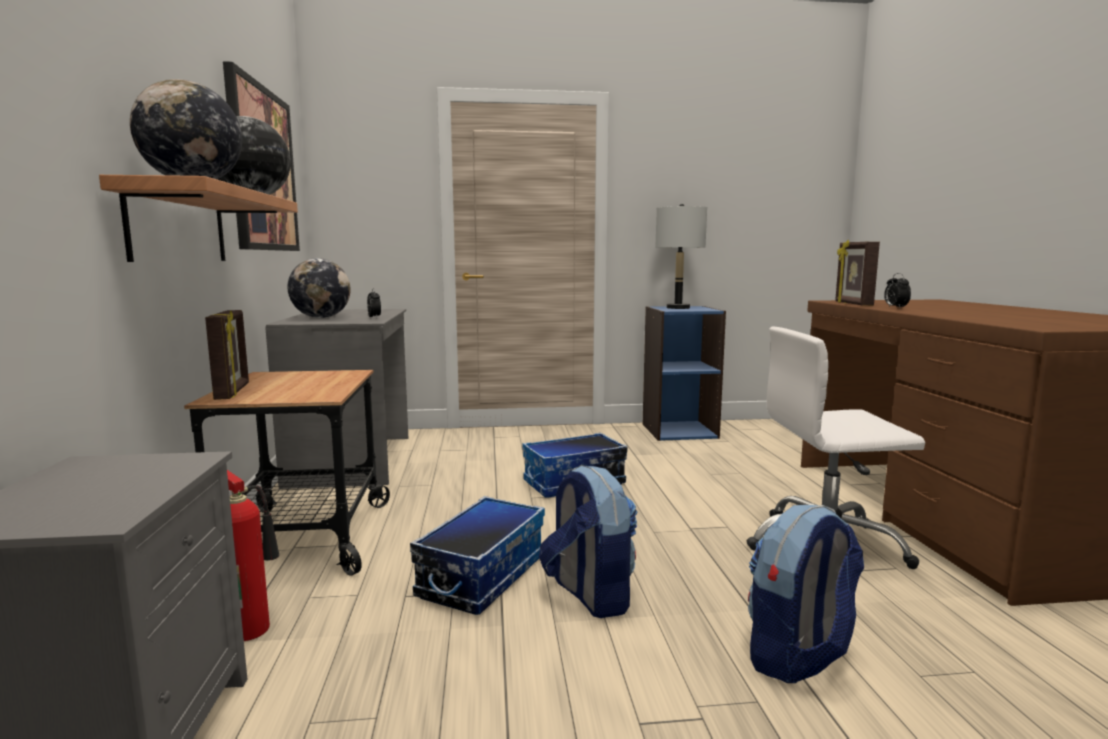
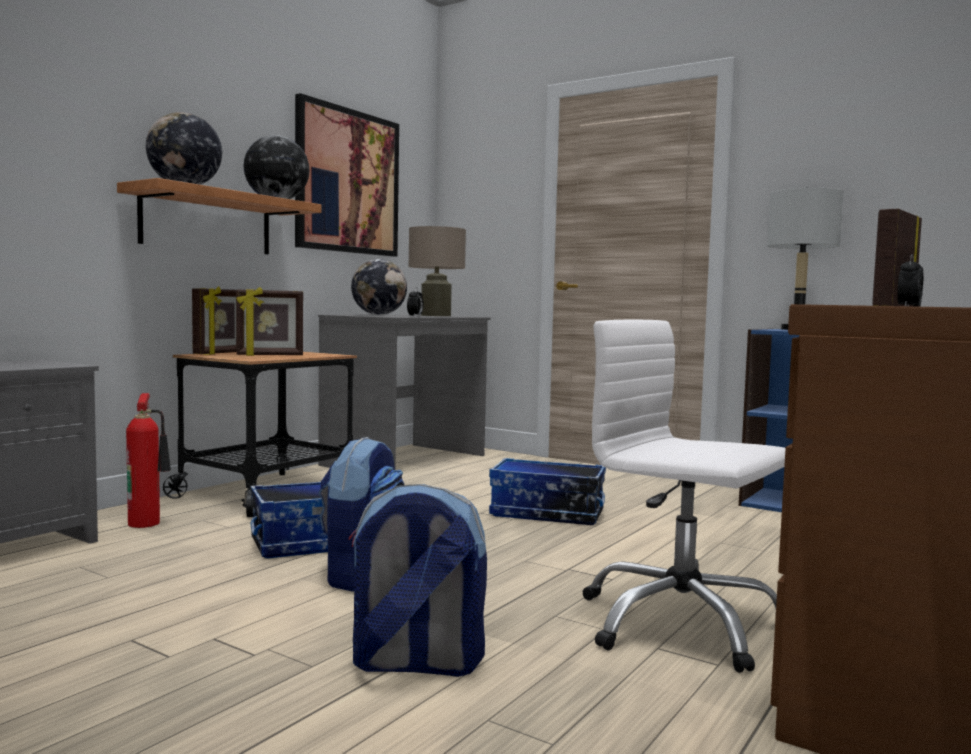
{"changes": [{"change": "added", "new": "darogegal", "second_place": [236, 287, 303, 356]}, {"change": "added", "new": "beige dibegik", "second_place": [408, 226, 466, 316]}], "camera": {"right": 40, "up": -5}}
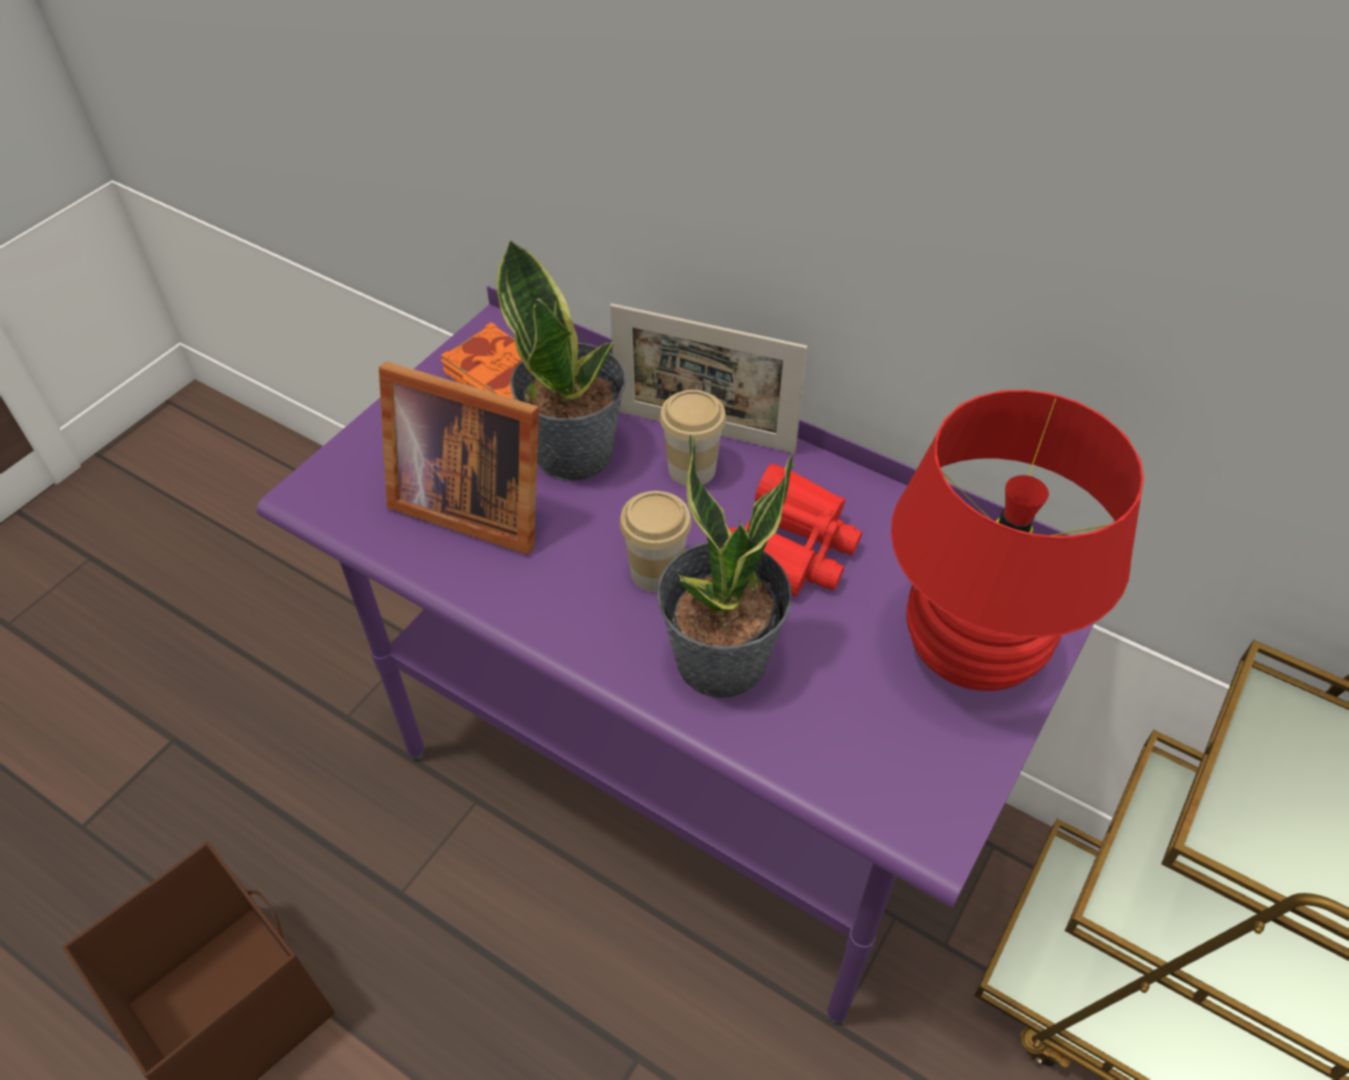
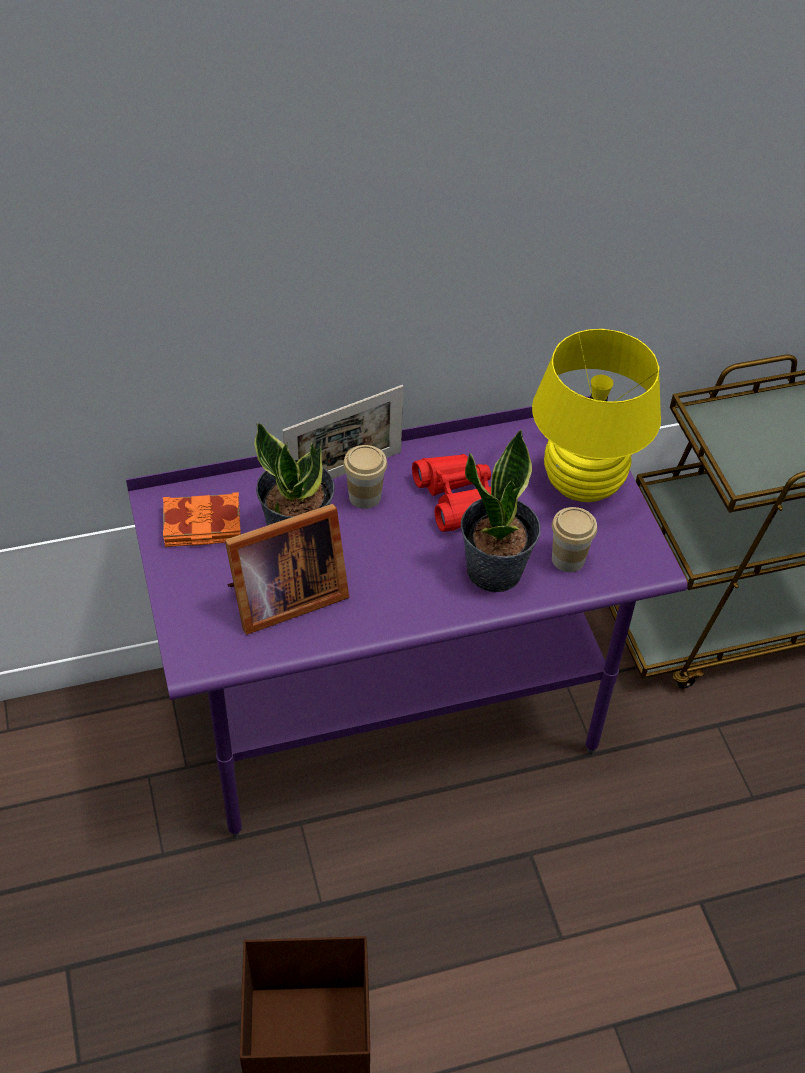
{"changes": [{"change": "moved", "old": "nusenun", "first_place": [619, 491, 692, 593], "second_place": [552, 507, 597, 572]}, {"change": "recoloured", "old": "red dibegik", "new": "yellow dibegik", "first_place": [891, 390, 1144, 691], "second_place": [532, 329, 661, 502]}], "camera": {"right": -50, "up": 0}}
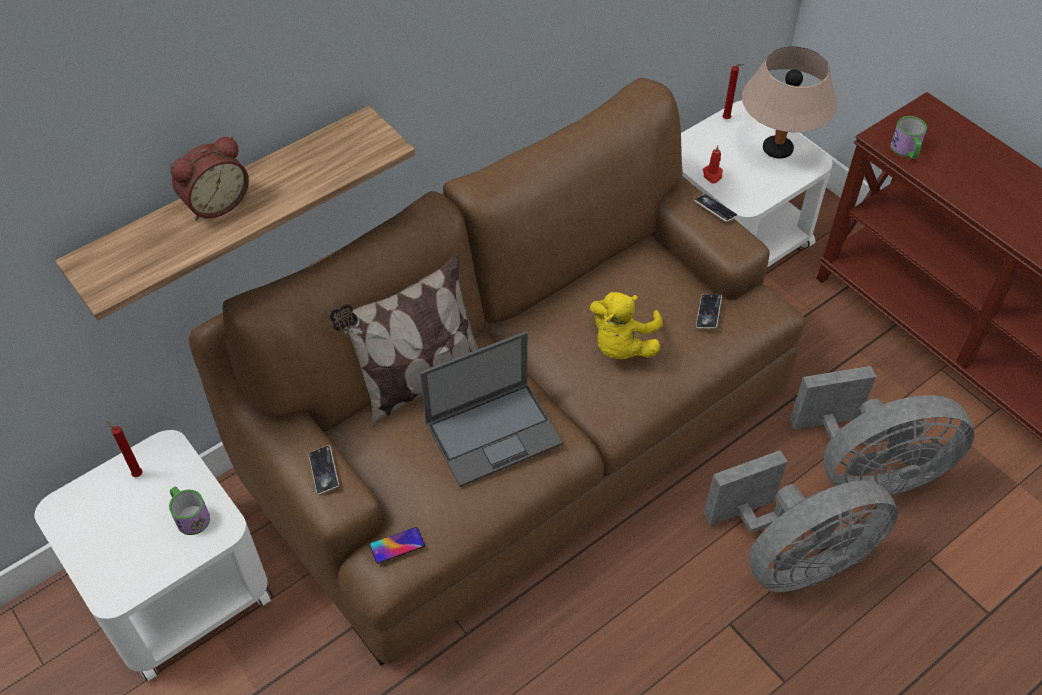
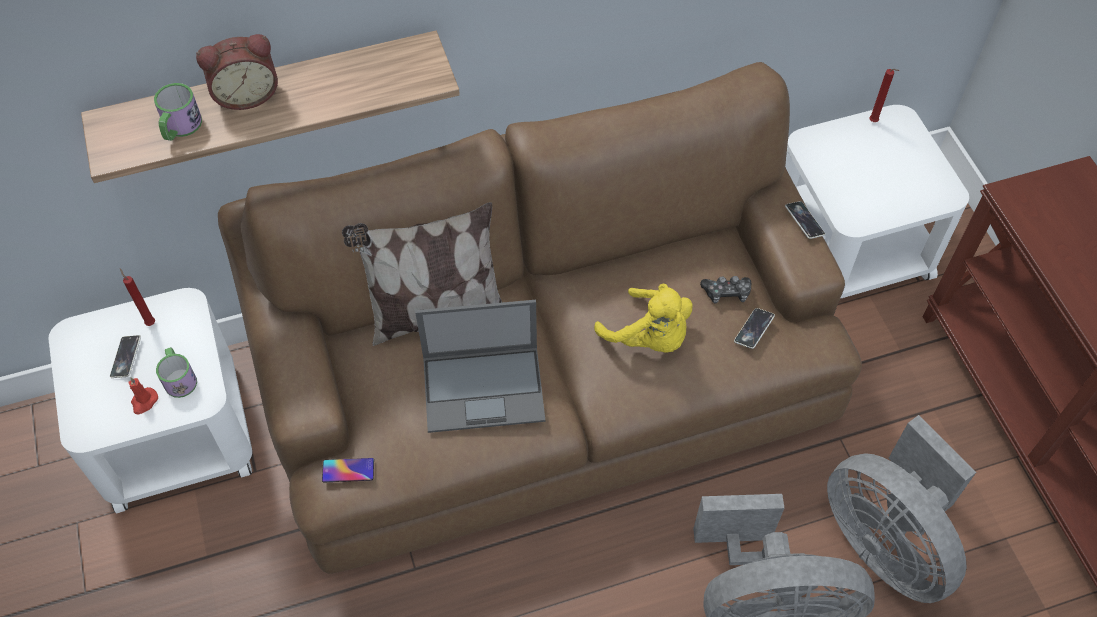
{"changes": [{"change": "removed", "old": "beige dibegik", "first_place": [742, 47, 838, 159]}, {"change": "added", "new": "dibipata", "second_place": [700, 276, 751, 304]}, {"change": "moved", "old": "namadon", "first_place": [309, 445, 339, 495], "second_place": [110, 335, 141, 378]}, {"change": "moved", "old": "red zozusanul", "first_place": [703, 145, 723, 184], "second_place": [129, 377, 158, 414]}, {"change": "moved", "old": "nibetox", "first_place": [890, 116, 927, 159], "second_place": [154, 83, 202, 141]}, {"change": "turned", "old": "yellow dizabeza", "first_place": [590, 292, 663, 359], "second_place": [594, 284, 693, 353], "degrees": -90}, {"change": "turned", "old": "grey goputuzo", "first_place": [790, 366, 974, 495], "second_place": [827, 415, 976, 603], "degrees": 45}], "camera": {"right": 20, "up": 5}}
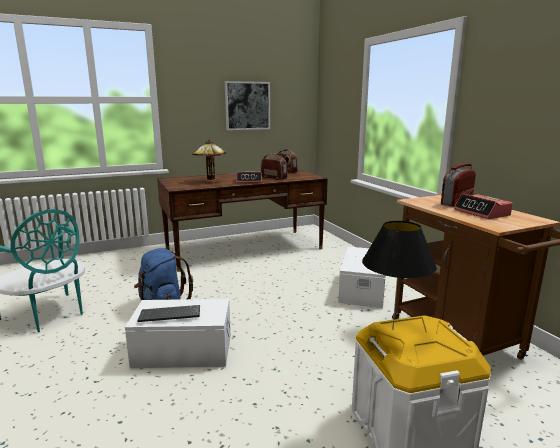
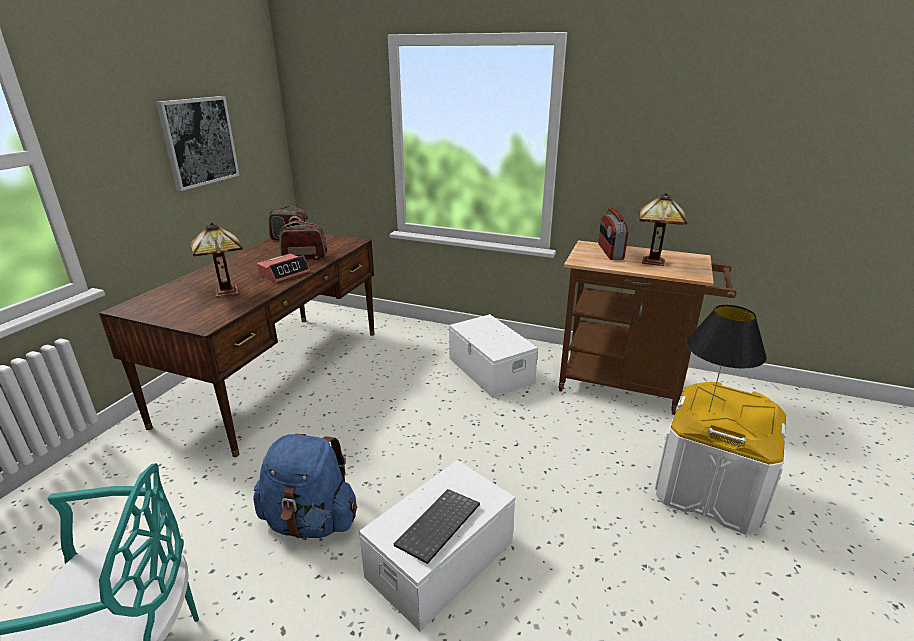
{"changes": [{"change": "replaced", "old": "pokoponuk", "new": "dibegik", "first_place": [454, 194, 513, 219], "second_place": [639, 193, 687, 266]}], "camera": {"right": -45, "up": 10}}
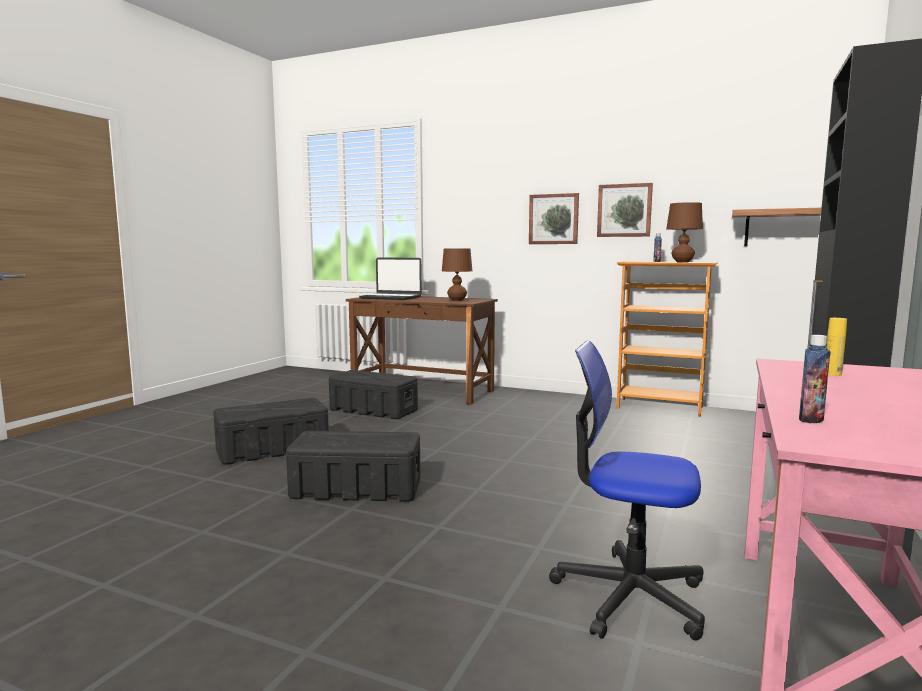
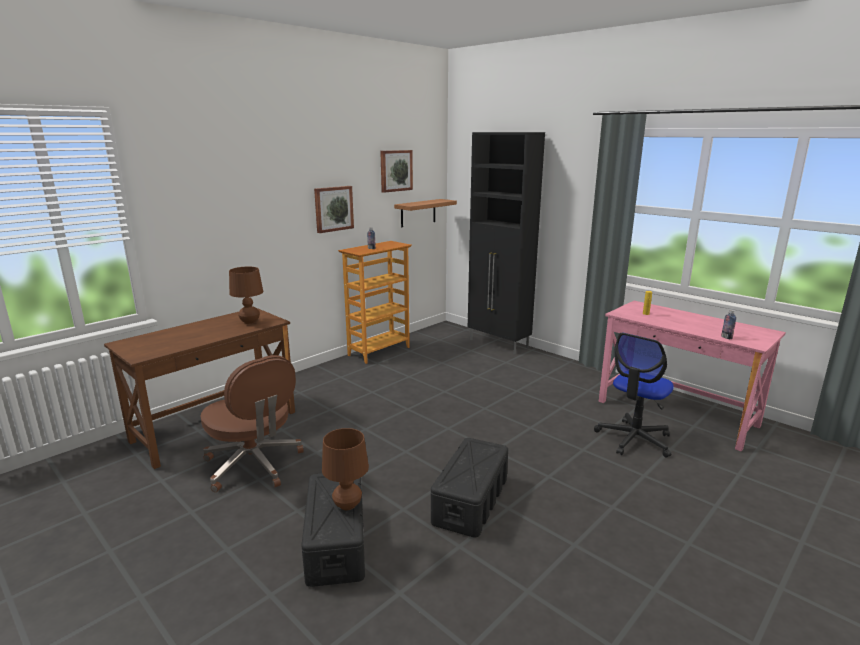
{"changes": [{"change": "removed", "old": "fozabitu", "first_place": [359, 257, 422, 300]}, {"change": "moved", "old": "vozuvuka", "first_place": [529, 193, 579, 244], "second_place": [380, 150, 413, 193]}, {"change": "moved", "old": "brown dibegik", "first_place": [666, 202, 703, 262], "second_place": [322, 428, 369, 510]}, {"change": "replaced", "old": "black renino", "new": "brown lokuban", "first_place": [329, 370, 418, 419], "second_place": [200, 355, 304, 492]}], "camera": {"right": -70, "up": 10}}
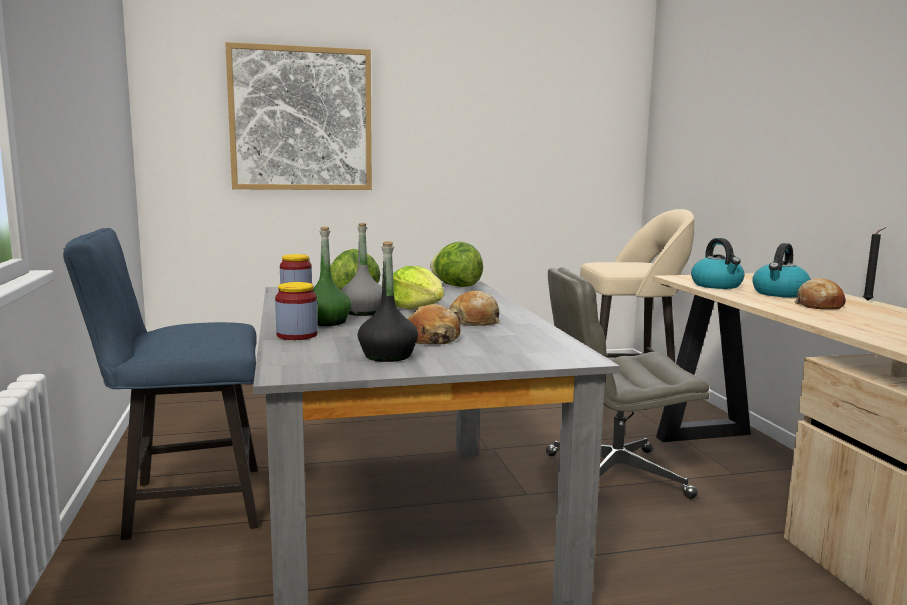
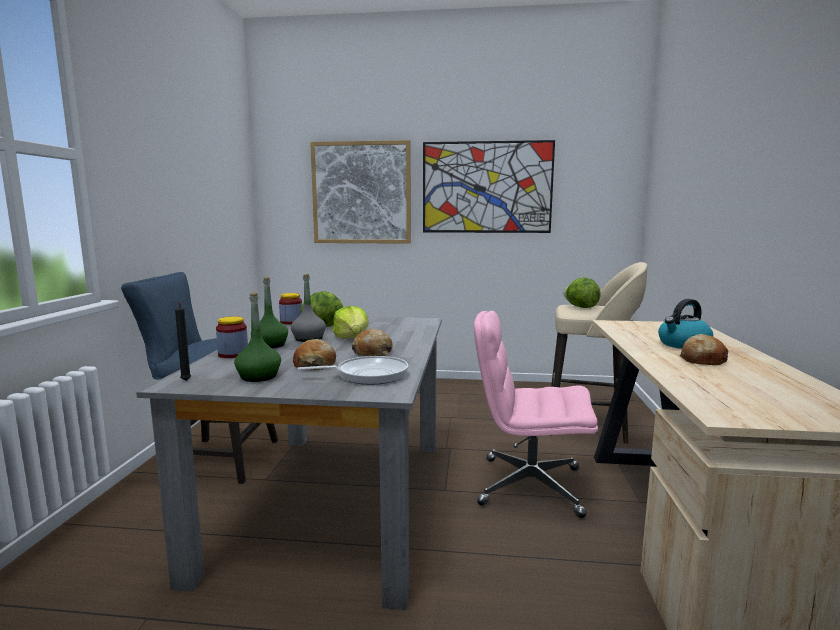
{"changes": [{"change": "removed", "old": "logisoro", "first_place": [691, 238, 745, 289]}, {"change": "added", "new": "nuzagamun", "second_place": [297, 356, 409, 385]}, {"change": "added", "new": "vozuvuka", "second_place": [423, 140, 555, 233]}, {"change": "moved", "old": "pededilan", "first_place": [430, 242, 483, 287], "second_place": [564, 277, 601, 308]}, {"change": "moved", "old": "black zozusanul", "first_place": [863, 227, 886, 301], "second_place": [175, 302, 191, 381]}, {"change": "recoloured", "old": "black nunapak", "new": "green nunapak", "first_place": [358, 241, 418, 362], "second_place": [234, 292, 281, 382]}, {"change": "recoloured", "old": "grey lokuban", "new": "pink lokuban", "first_place": [546, 267, 710, 499], "second_place": [474, 311, 598, 518]}], "camera": {"right": 20, "up": 0}}
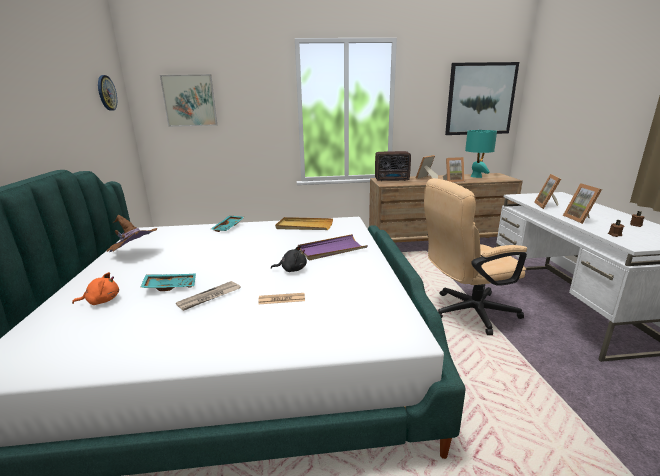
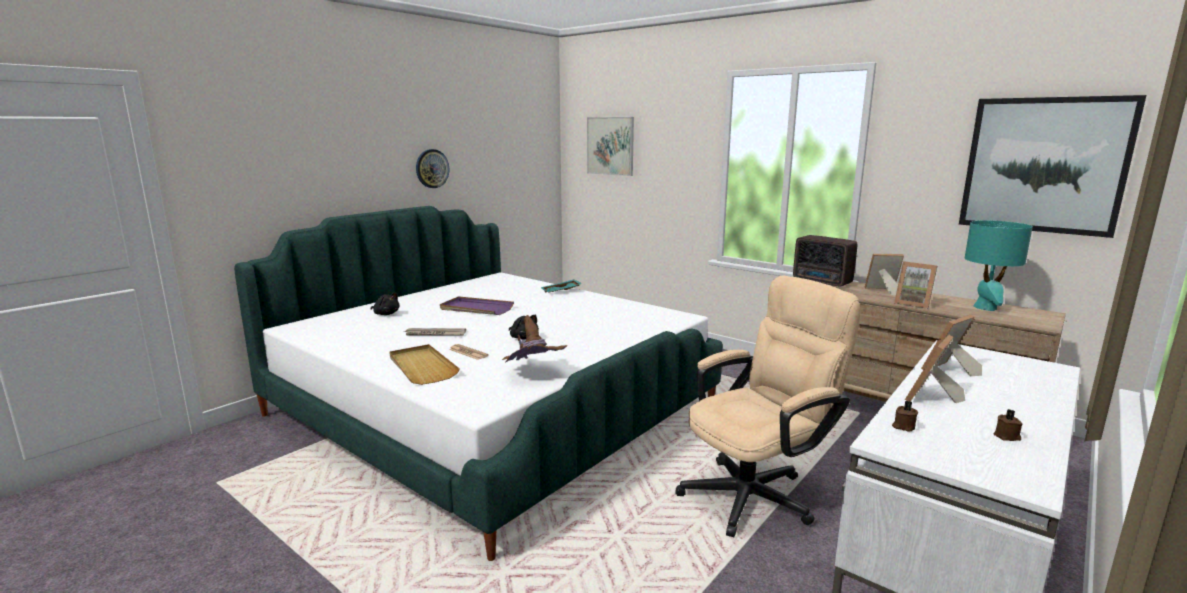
{"changes": [{"change": "removed", "old": "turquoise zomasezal", "first_place": [140, 274, 196, 291]}, {"change": "moved", "old": "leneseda", "first_place": [98, 75, 117, 111], "second_place": [416, 149, 449, 188]}, {"change": "moved", "old": "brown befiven", "first_place": [107, 215, 157, 252], "second_place": [502, 315, 568, 363]}, {"change": "moved", "old": "beige zomasezal", "first_place": [275, 217, 333, 230], "second_place": [390, 344, 460, 385]}, {"change": "moved", "old": "purple zomasezal", "first_place": [298, 234, 368, 261], "second_place": [440, 296, 514, 315]}, {"change": "recoloured", "old": "orange dizabeza", "new": "black dizabeza", "first_place": [72, 272, 119, 305], "second_place": [371, 292, 400, 315]}, {"change": "turned", "old": "beige lokuban", "first_place": [424, 178, 527, 335], "second_place": [676, 276, 860, 537], "degrees": 120}], "camera": {"right": 45, "up": -5}}
